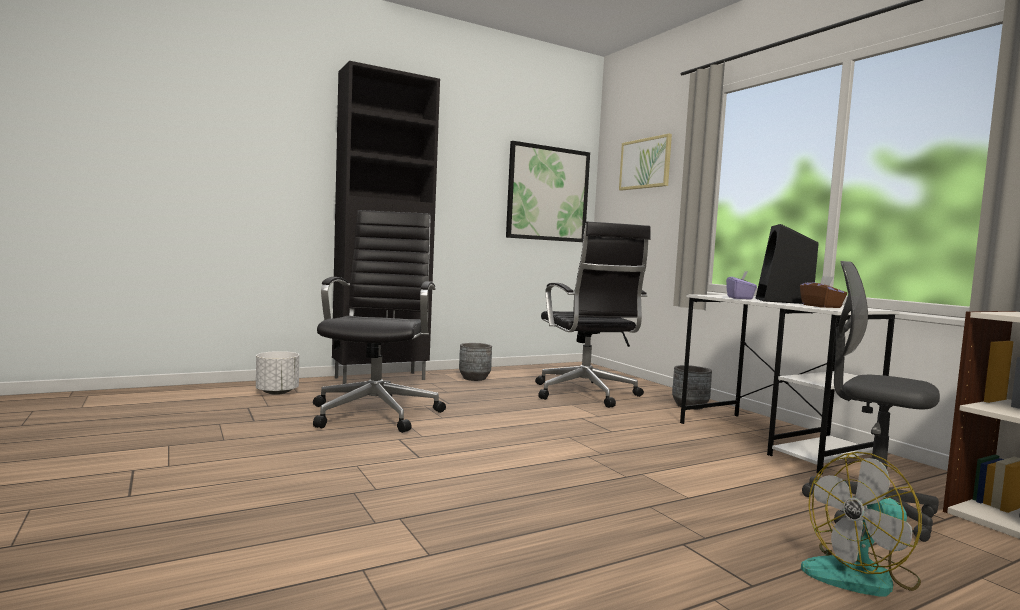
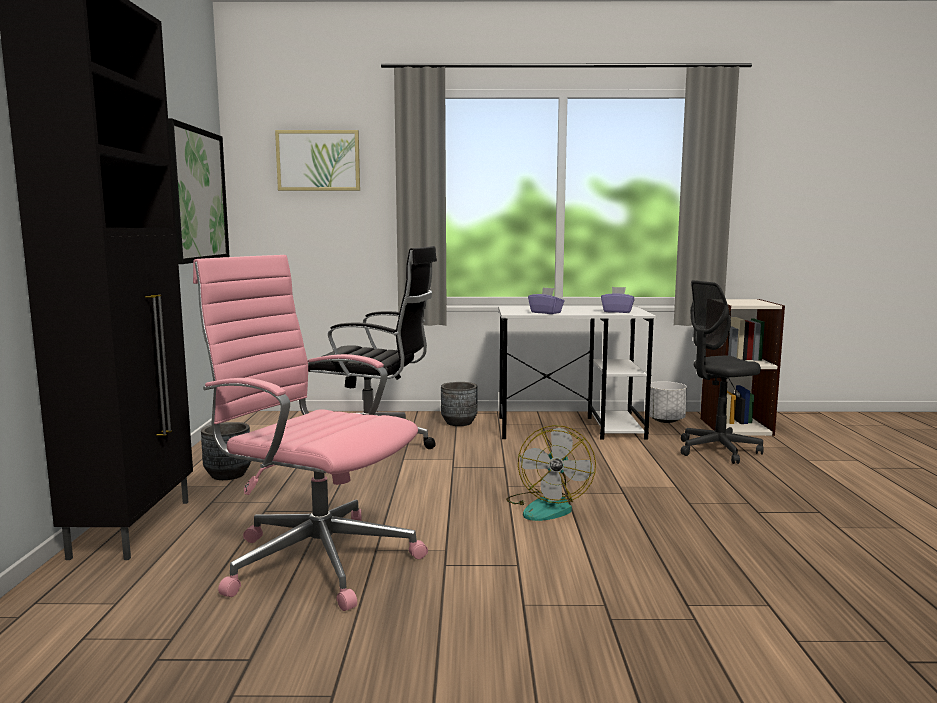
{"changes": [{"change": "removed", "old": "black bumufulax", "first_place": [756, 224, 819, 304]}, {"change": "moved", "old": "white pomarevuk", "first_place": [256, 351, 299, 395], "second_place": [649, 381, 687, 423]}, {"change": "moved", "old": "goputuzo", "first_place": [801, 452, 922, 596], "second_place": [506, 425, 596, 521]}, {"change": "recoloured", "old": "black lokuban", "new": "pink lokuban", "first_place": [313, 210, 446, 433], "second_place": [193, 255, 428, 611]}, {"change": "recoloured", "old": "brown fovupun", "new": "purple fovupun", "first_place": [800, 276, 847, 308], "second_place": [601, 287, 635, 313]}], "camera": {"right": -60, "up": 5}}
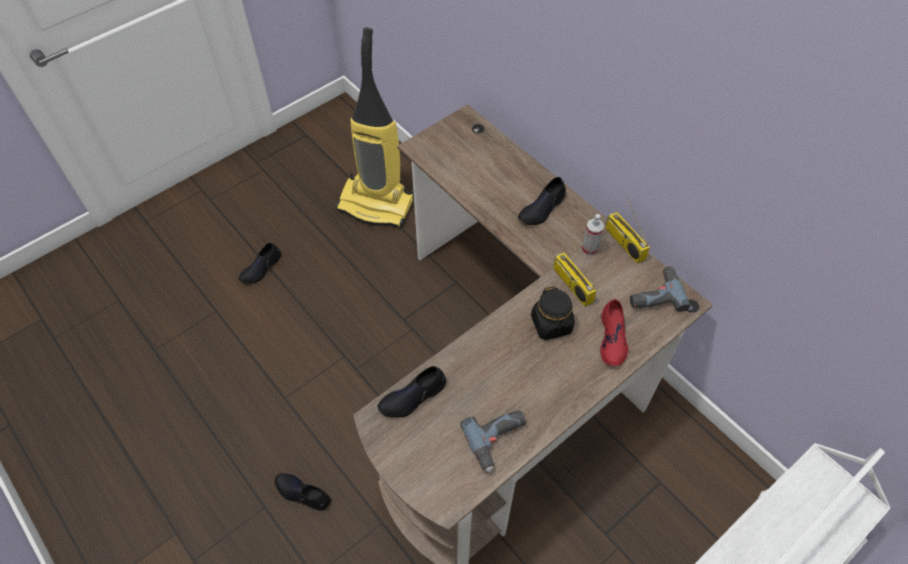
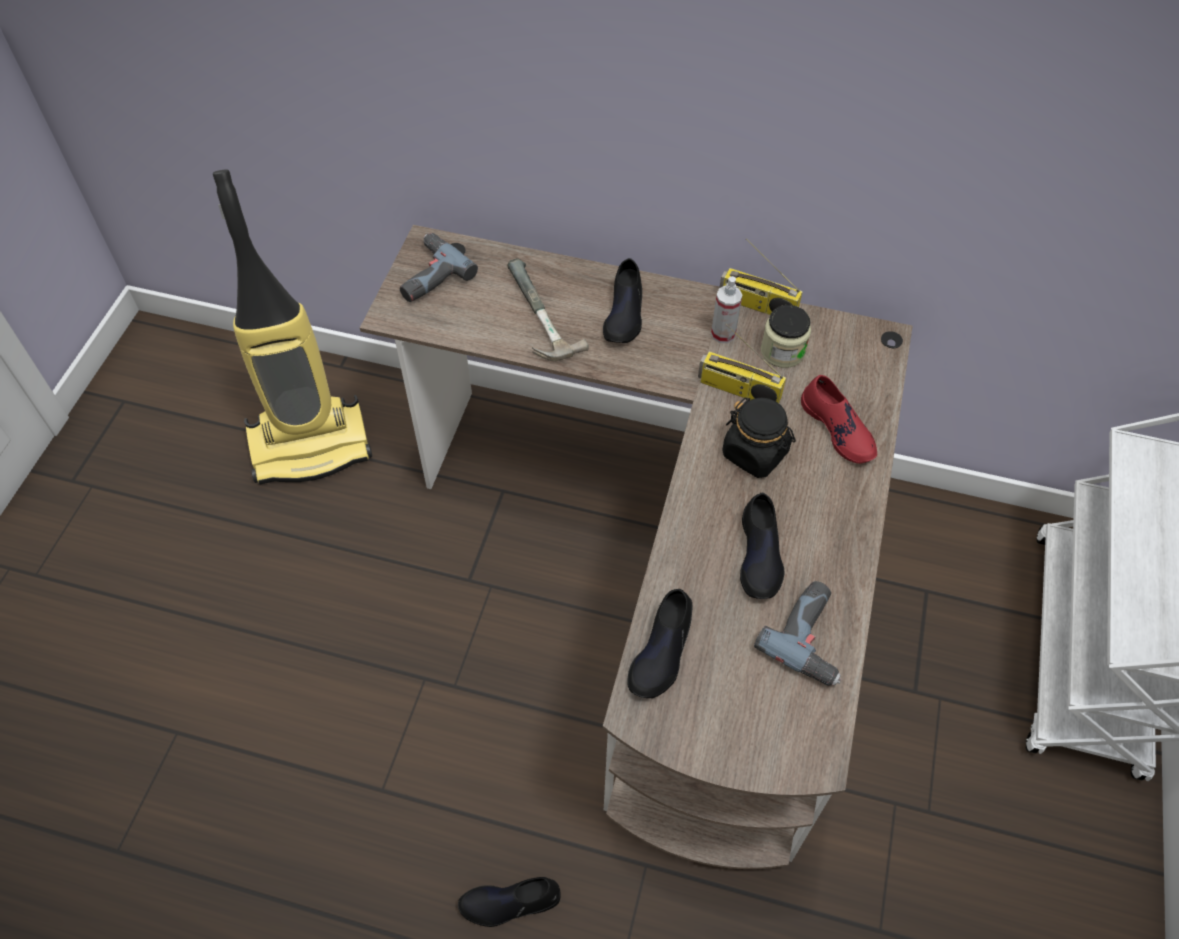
{"changes": [{"change": "added", "new": "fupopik", "second_place": [508, 258, 589, 361]}, {"change": "added", "new": "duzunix", "second_place": [761, 305, 811, 368]}, {"change": "moved", "old": "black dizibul", "first_place": [238, 243, 281, 284], "second_place": [740, 493, 785, 599]}, {"change": "moved", "old": "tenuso", "first_place": [630, 265, 690, 312], "second_place": [400, 233, 478, 302]}], "camera": {"right": -35, "up": 0}}
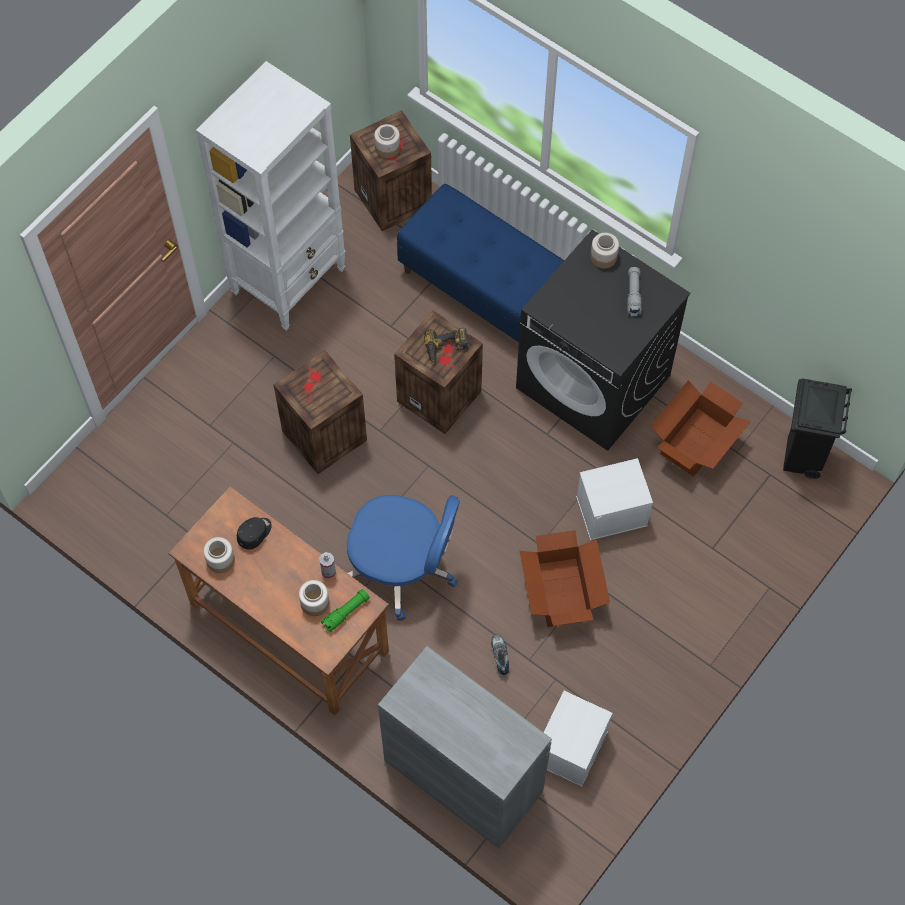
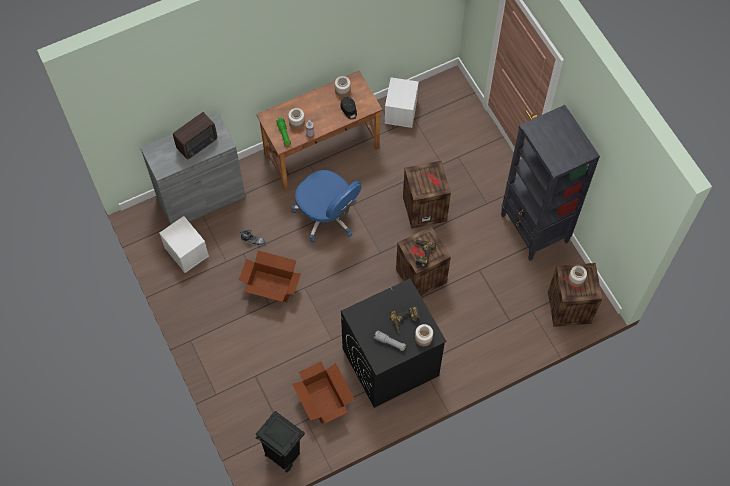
{"changes": [{"change": "removed", "old": "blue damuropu", "first_place": [397, 184, 564, 342]}, {"change": "added", "new": "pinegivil", "second_place": [173, 112, 217, 160]}, {"change": "added", "new": "tenuso", "second_place": [390, 306, 420, 333]}, {"change": "moved", "old": "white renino", "first_place": [576, 458, 653, 541], "second_place": [385, 77, 419, 128]}, {"change": "recoloured", "old": "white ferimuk", "new": "black ferimuk", "first_place": [196, 61, 346, 331], "second_place": [501, 105, 600, 261]}, {"change": "turned", "old": "blue lokuban", "first_place": [347, 495, 460, 621], "second_place": [291, 170, 362, 243], "degrees": -90}], "camera": {"right": 115, "up": 0}}
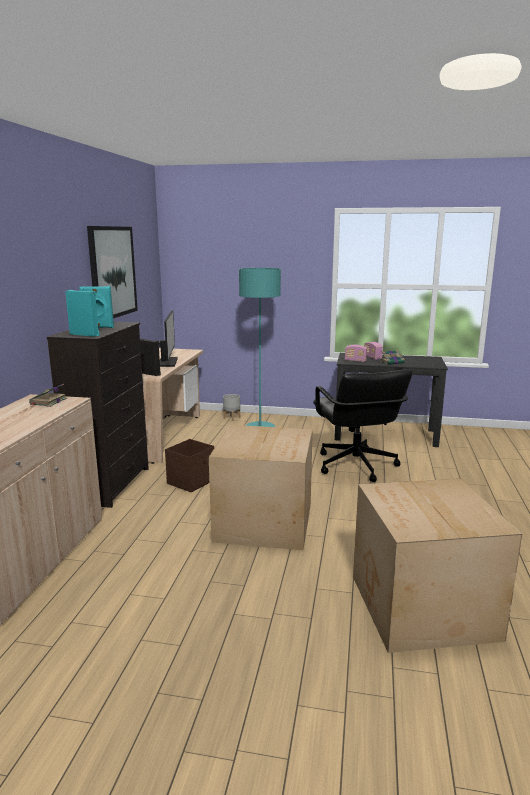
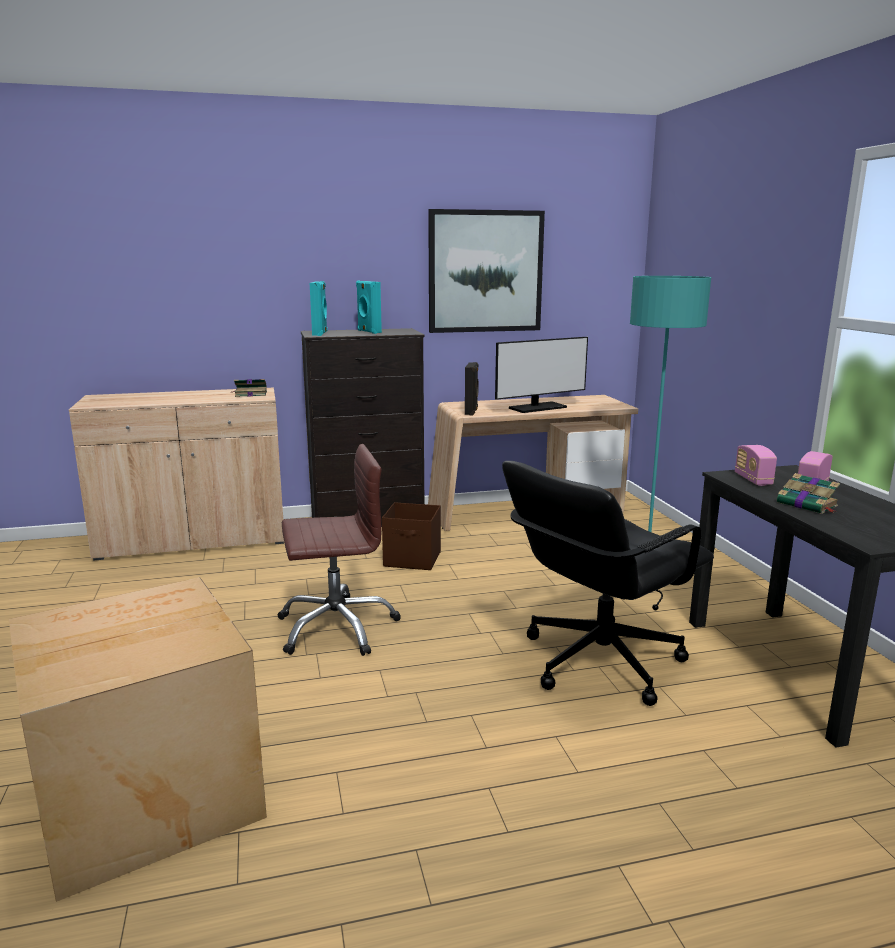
{"changes": [{"change": "removed", "old": "grey pomarevuk", "first_place": [223, 394, 240, 421]}, {"change": "replaced", "old": "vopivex", "new": "brown lokuban", "first_place": [209, 425, 313, 550], "second_place": [278, 444, 401, 656]}], "camera": {"right": 65, "up": 0}}
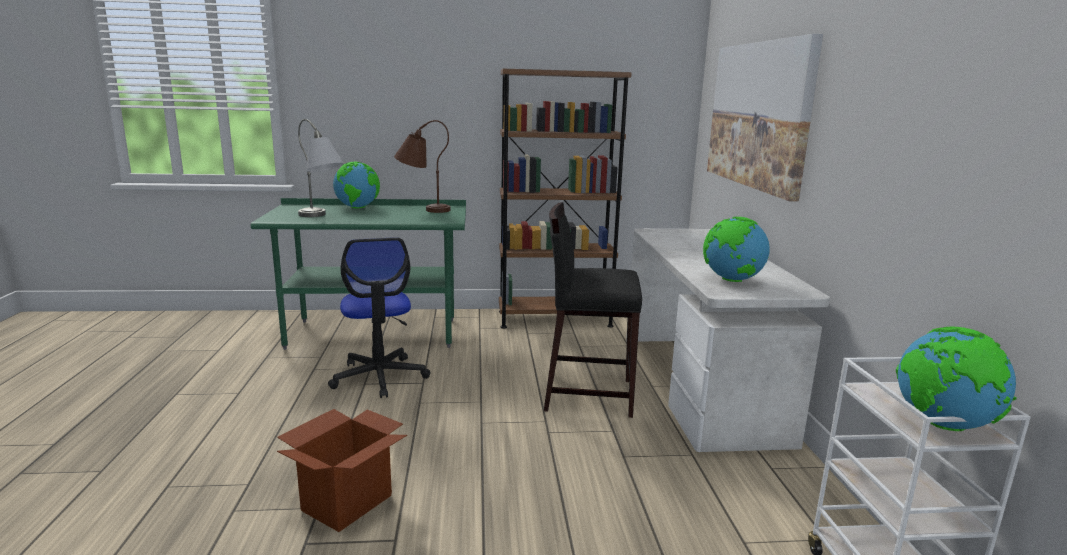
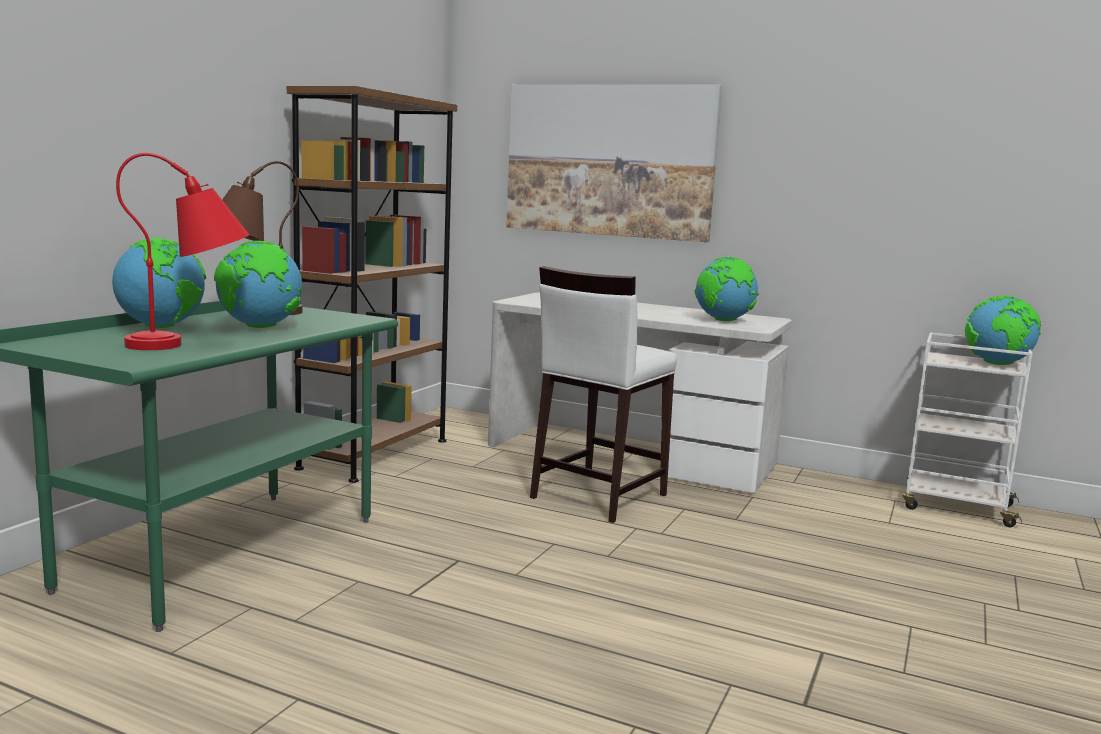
{"changes": [{"change": "removed", "old": "vopivex", "first_place": [277, 409, 407, 532]}, {"change": "removed", "old": "lokuban", "first_place": [328, 237, 431, 398]}, {"change": "added", "new": "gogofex", "second_place": [214, 241, 302, 328]}, {"change": "recoloured", "old": "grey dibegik", "new": "red dibegik", "first_place": [298, 119, 344, 217], "second_place": [116, 153, 249, 350]}, {"change": "recoloured", "old": "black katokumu", "new": "white katokumu", "first_place": [544, 202, 642, 418], "second_place": [530, 266, 677, 523]}], "camera": {"right": -60, "up": -5}}
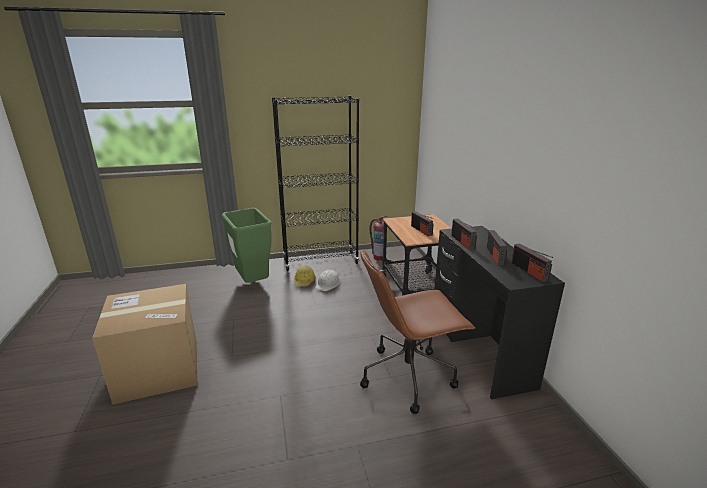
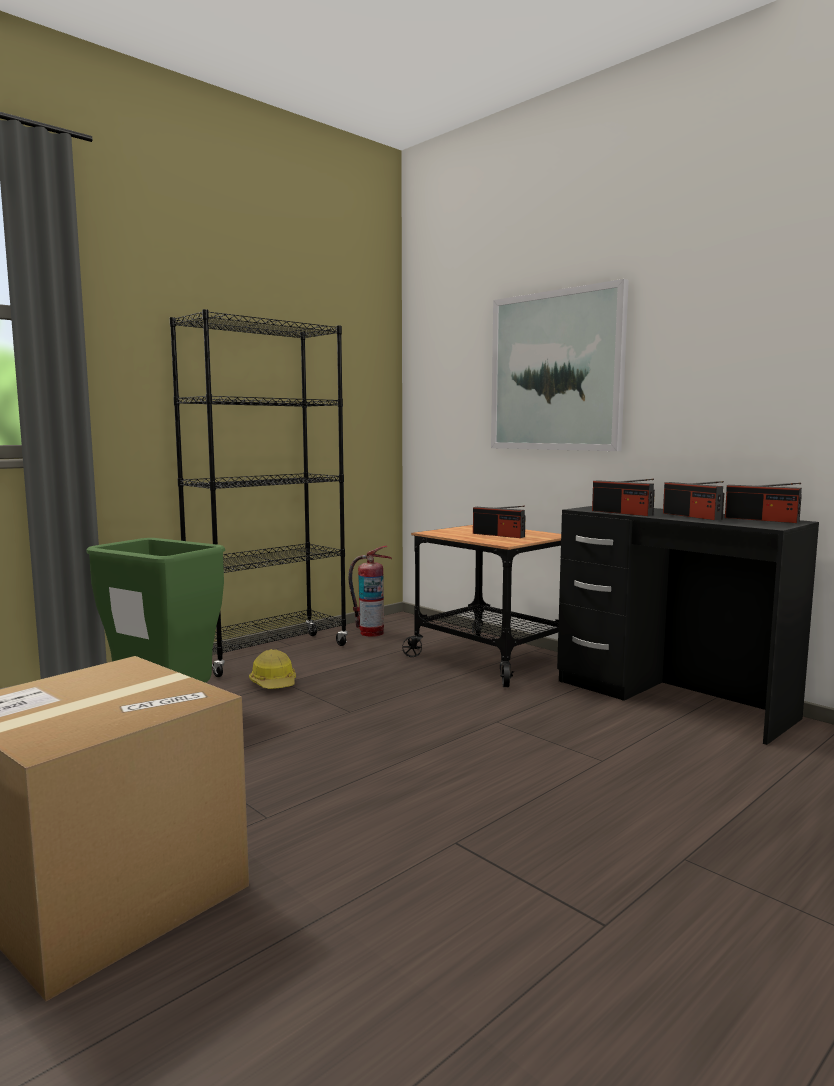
{"changes": [{"change": "removed", "old": "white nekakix", "first_place": [315, 270, 340, 291]}, {"change": "removed", "old": "brown lokuban", "first_place": [360, 249, 475, 414]}, {"change": "added", "new": "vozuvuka", "second_place": [491, 279, 629, 451]}], "camera": {"right": -30, "up": -15}}
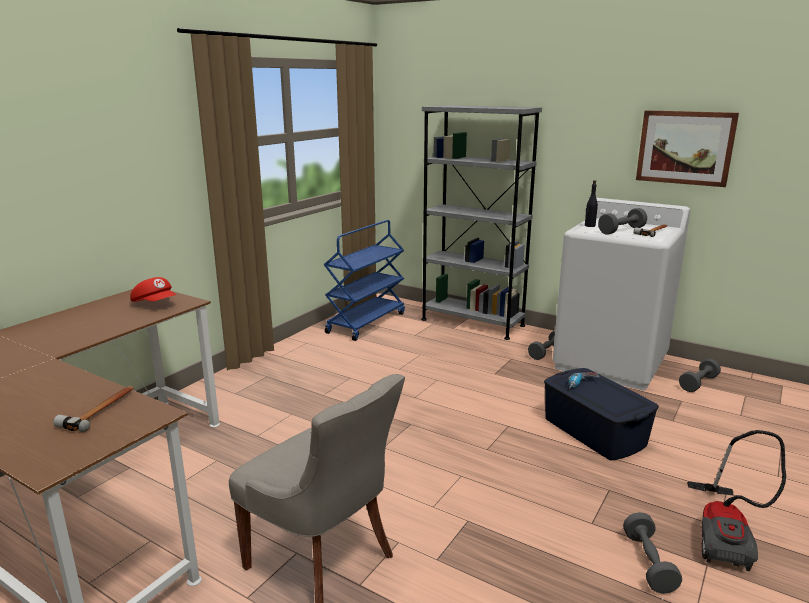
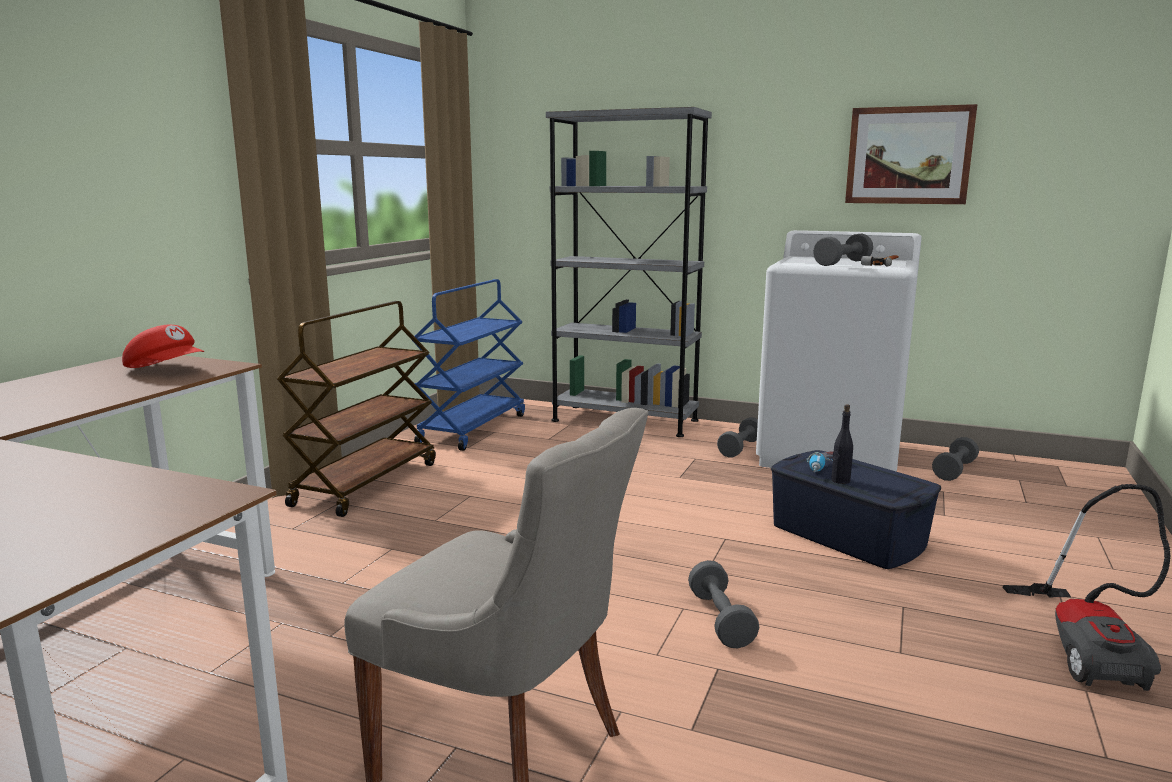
{"changes": [{"change": "removed", "old": "fupopik", "first_place": [53, 386, 134, 432]}, {"change": "added", "new": "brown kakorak", "second_place": [277, 301, 436, 517]}, {"change": "moved", "old": "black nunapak", "first_place": [585, 180, 598, 227], "second_place": [831, 404, 853, 484]}, {"change": "moved", "old": "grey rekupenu", "first_place": [623, 512, 682, 594], "second_place": [688, 560, 759, 649]}], "camera": {"right": -10, "up": -5}}
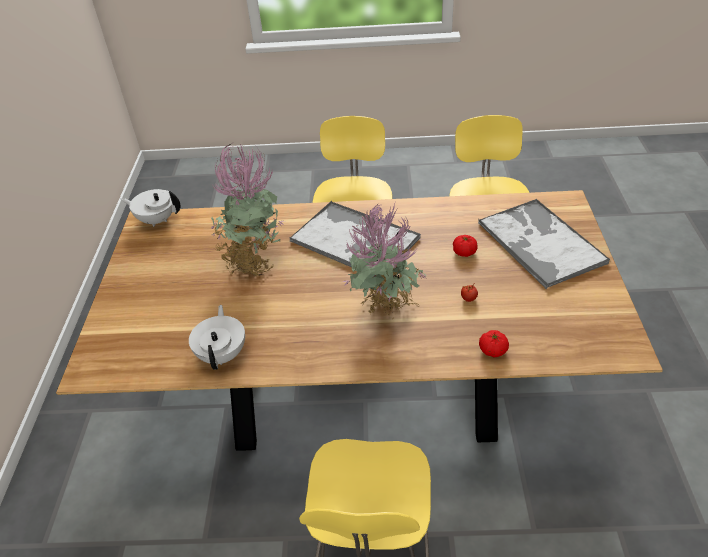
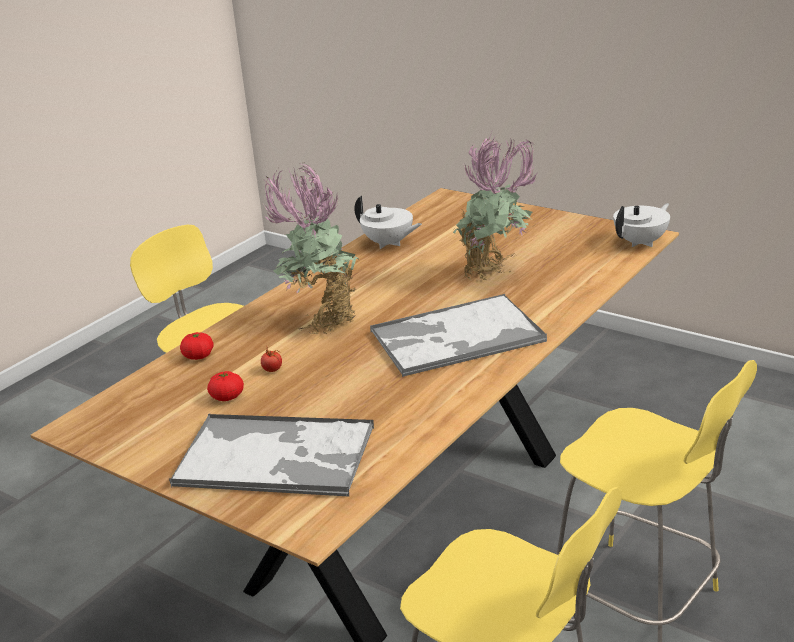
{"changes": [{"change": "moved", "old": "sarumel", "first_place": [453, 235, 478, 257], "second_place": [207, 371, 244, 401]}], "camera": {"right": 125, "up": -15}}
